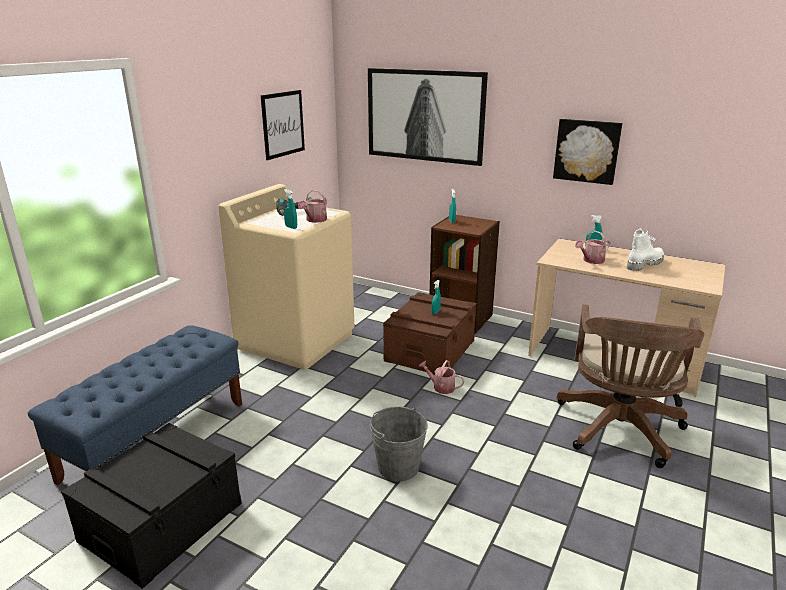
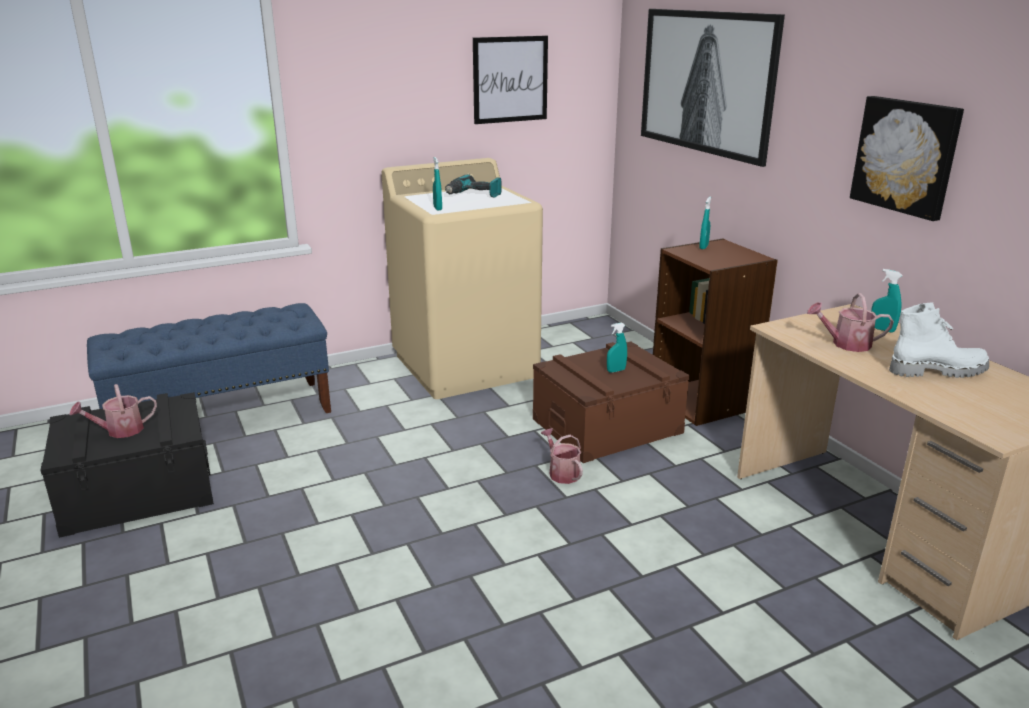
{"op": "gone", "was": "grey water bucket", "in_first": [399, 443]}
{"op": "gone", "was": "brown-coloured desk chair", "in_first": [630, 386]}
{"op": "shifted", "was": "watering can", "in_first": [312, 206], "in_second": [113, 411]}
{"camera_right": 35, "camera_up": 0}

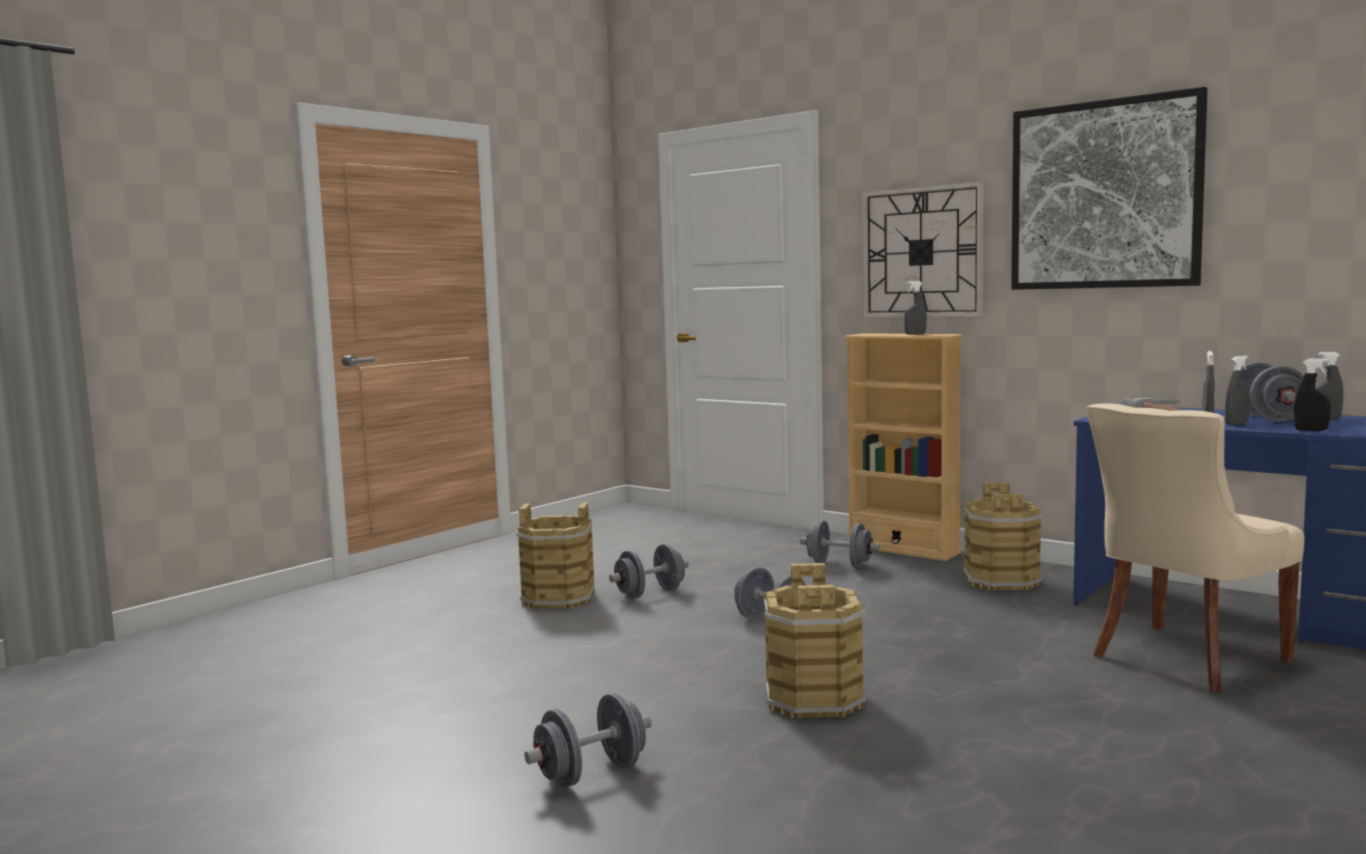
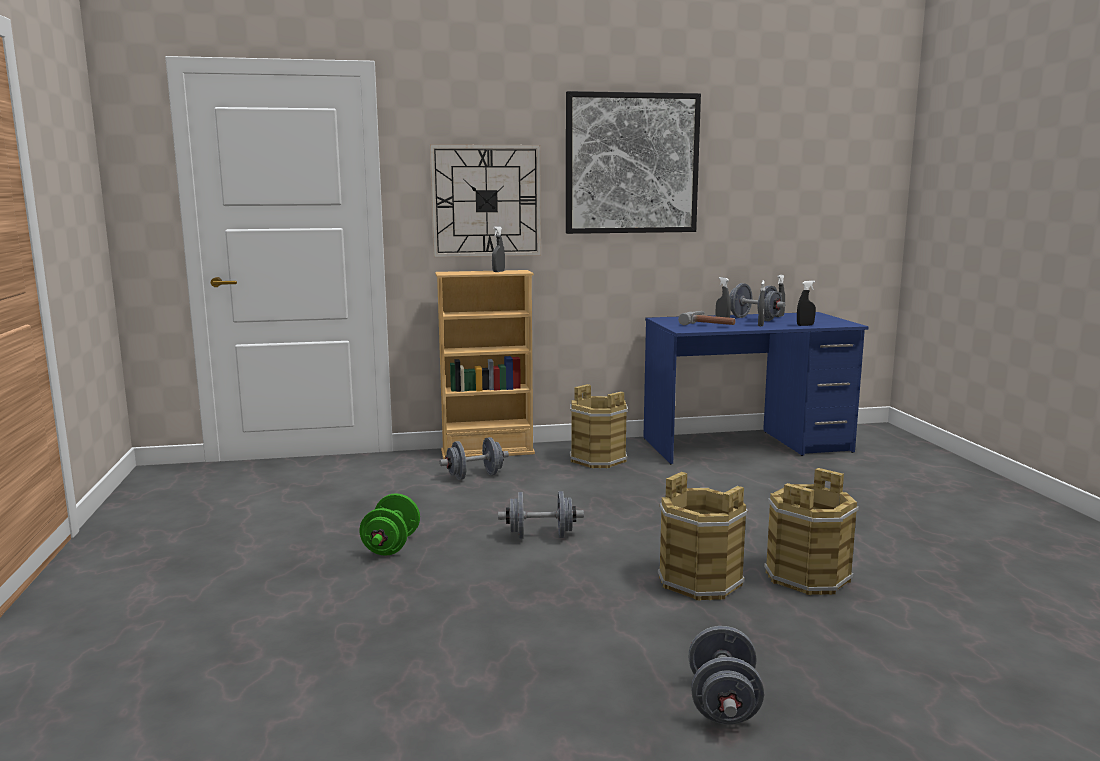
{"op": "gone", "was": "beige-coloured plain chair", "in_first": [1195, 547]}
{"op": "shifted", "was": "brown-coloured water bucket", "in_first": [556, 555], "in_second": [811, 531]}
{"op": "repainted", "was": "grey hand weight", "now": "green-coloured hand weight", "in_first": [649, 571], "in_second": [389, 524]}
{"camera_right": -50, "camera_up": 5}

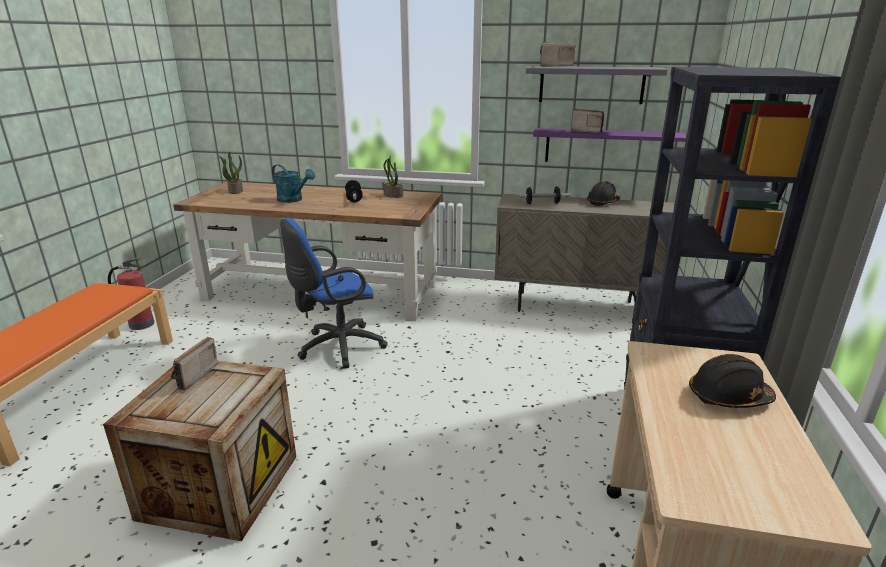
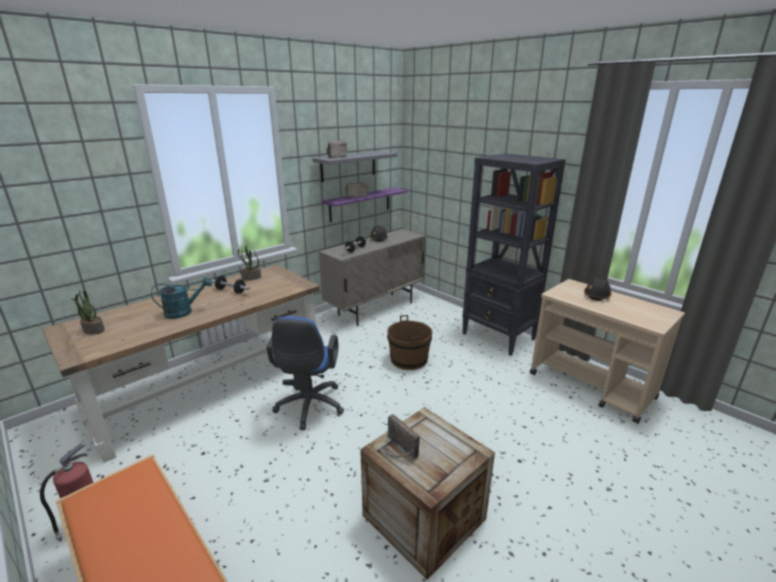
{"op": "new", "now": "brown-coloured water bucket", "in_second": [409, 342]}
{"camera_right": -55, "camera_up": 0}

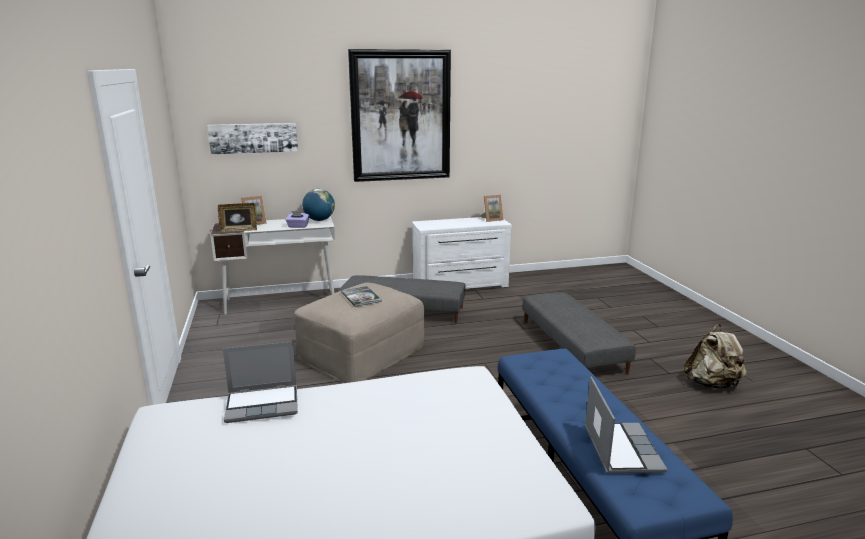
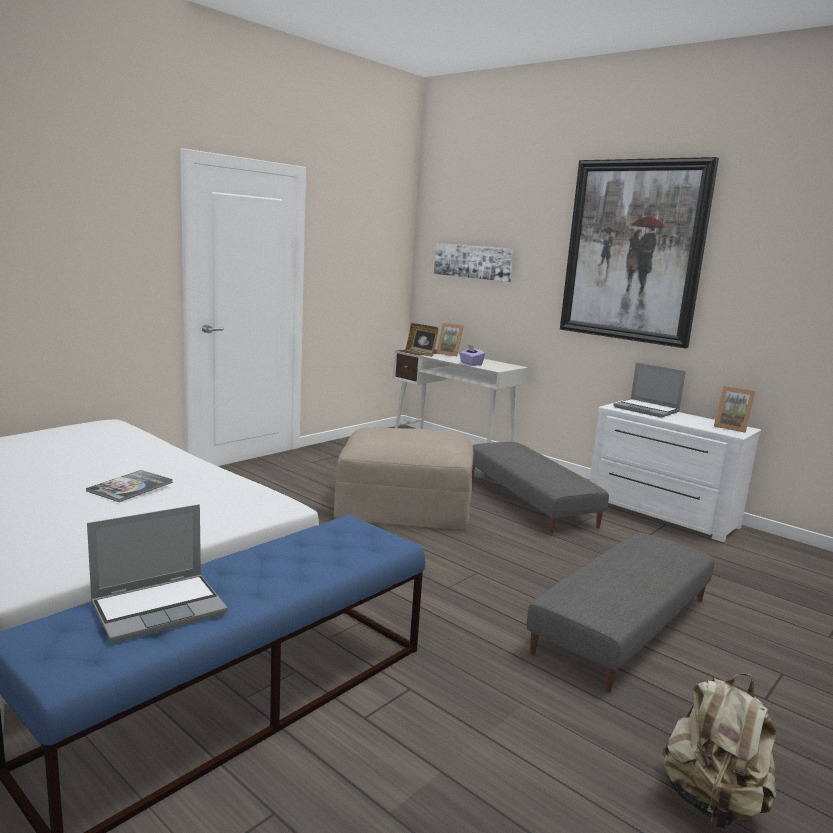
{"op": "gone", "was": "world globe", "in_first": [318, 205]}
{"op": "shifted", "was": "notebook computer", "in_first": [260, 382], "in_second": [649, 390]}
{"op": "shifted", "was": "volume", "in_first": [361, 296], "in_second": [129, 486]}
{"camera_right": 55, "camera_up": -5}

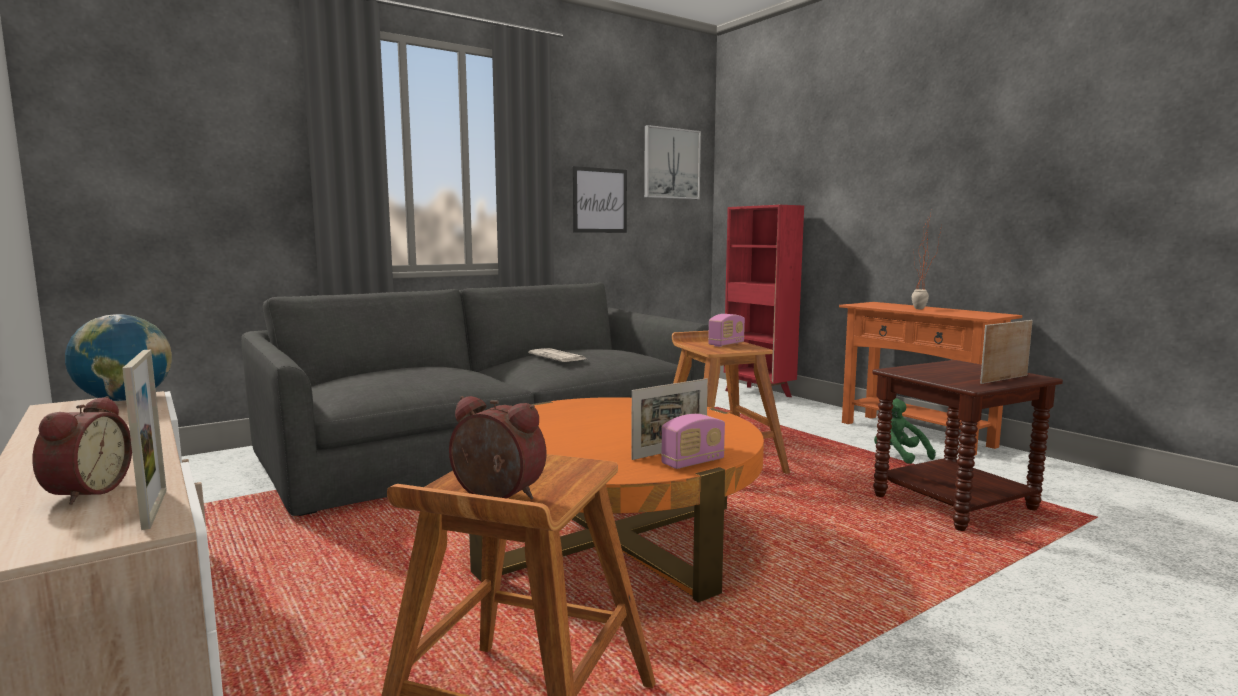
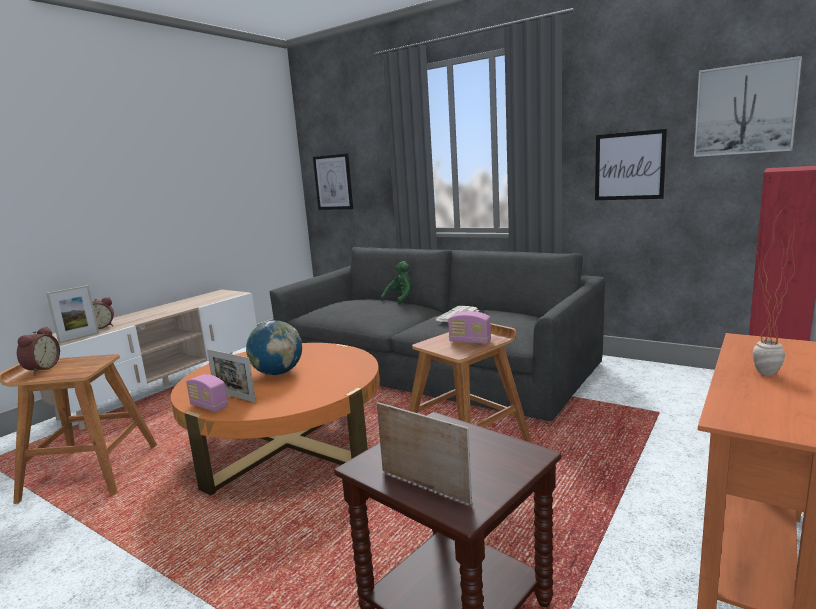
{"op": "new", "now": "picture", "in_second": [333, 181]}
{"op": "shifted", "was": "world globe", "in_first": [118, 357], "in_second": [274, 348]}
{"op": "shifted", "was": "green-coloured plush toy", "in_first": [905, 431], "in_second": [396, 283]}
{"camera_right": 70, "camera_up": 5}

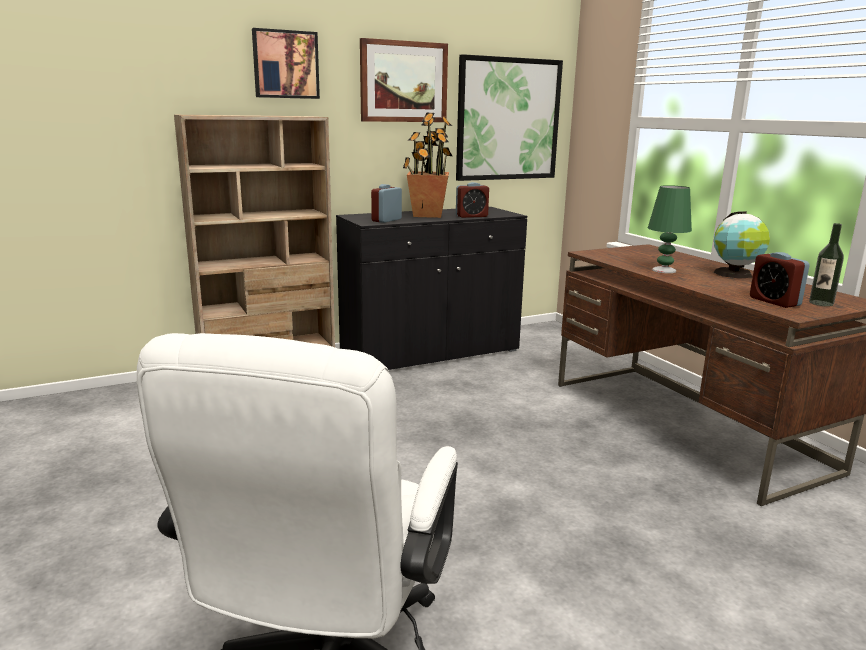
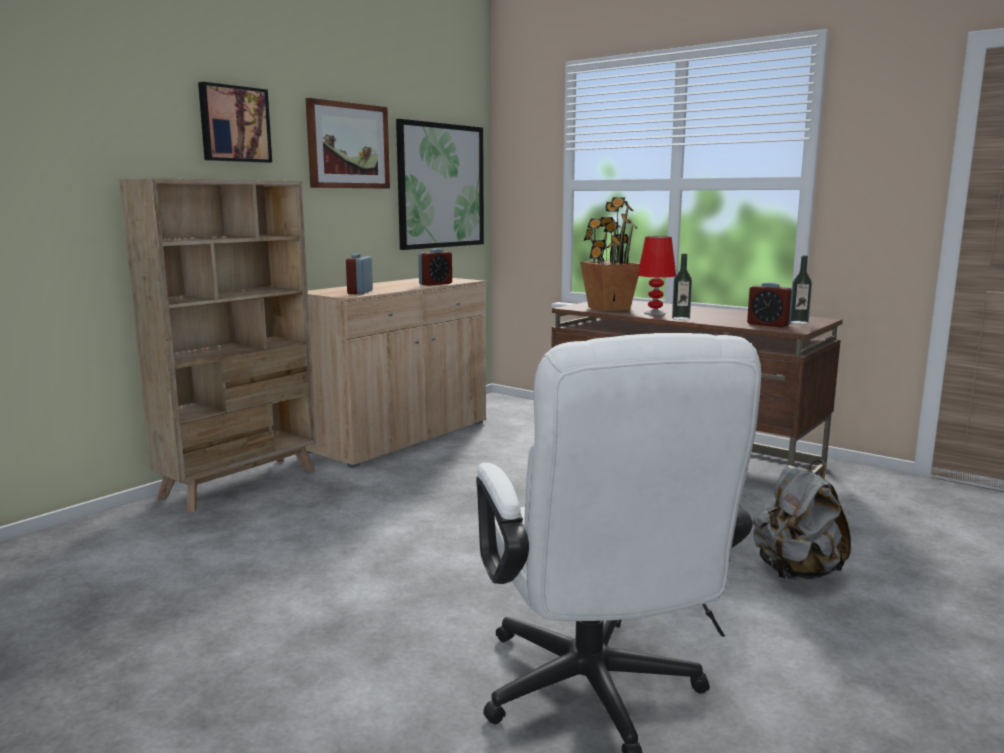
{"op": "gone", "was": "world globe", "in_first": [741, 245]}
{"op": "new", "now": "bottle", "in_second": [682, 287]}
{"op": "new", "now": "grey backpack", "in_second": [802, 520]}
{"op": "shifted", "was": "potted plant", "in_first": [427, 165], "in_second": [610, 254]}
{"op": "repainted", "was": "black cupboard", "now": "beige-coloured cupboard", "in_first": [431, 288], "in_second": [395, 373]}
{"op": "repainted", "was": "green-coloured table lamp", "now": "reddish table lamp", "in_first": [670, 229], "in_second": [657, 275]}
{"camera_right": -25, "camera_up": -5}

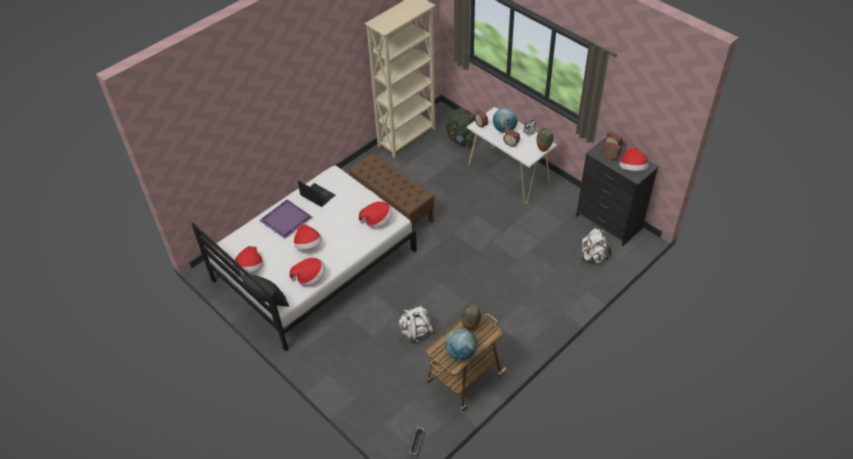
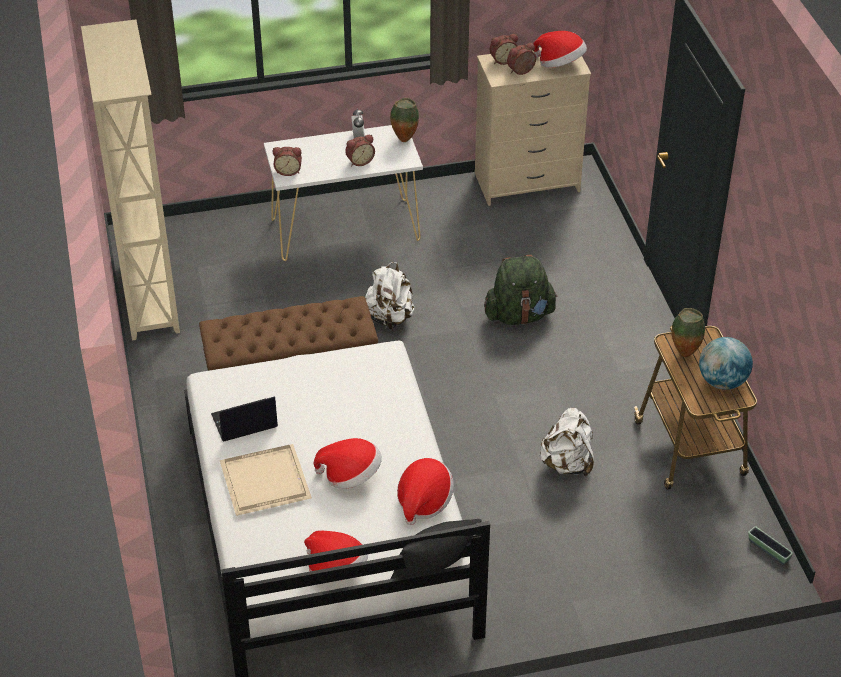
{"op": "gone", "was": "wearable hat", "in_first": [376, 214]}
{"op": "gone", "was": "world globe", "in_first": [505, 120]}
{"op": "shifted", "was": "green-coloured backpack", "in_first": [461, 127], "in_second": [521, 290]}
{"op": "shifted", "was": "whitish backpack", "in_first": [596, 246], "in_second": [390, 295]}
{"op": "repainted", "was": "purple carrying tray", "now": "beige-coloured carrying tray", "in_first": [285, 219], "in_second": [266, 480]}
{"op": "repainted", "was": "black chest of drawers", "now": "beige-coloured chest of drawers", "in_first": [617, 191], "in_second": [533, 126]}
{"camera_right": -60, "camera_up": -5}

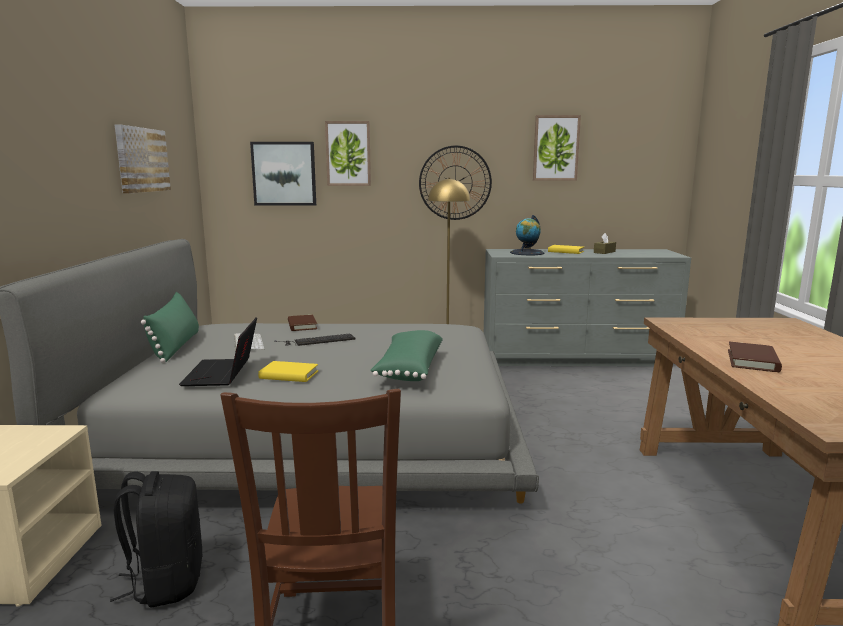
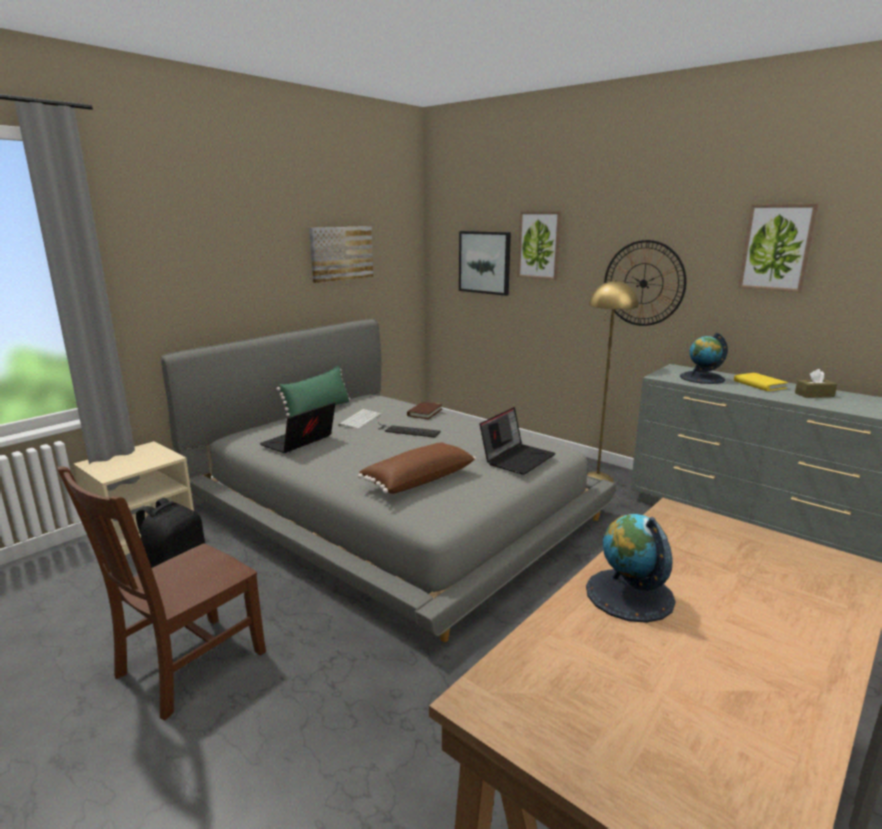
{"op": "gone", "was": "yellow volume", "in_first": [288, 371]}
{"op": "new", "now": "notebook computer", "in_second": [518, 441]}
{"op": "swapped", "was": "brown-coloured volume", "now": "world globe", "in_first": [755, 357], "in_second": [631, 568]}
{"op": "repainted", "was": "green-coloured cushion", "now": "brown-coloured cushion", "in_first": [406, 355], "in_second": [417, 468]}
{"camera_right": 40, "camera_up": 5}

